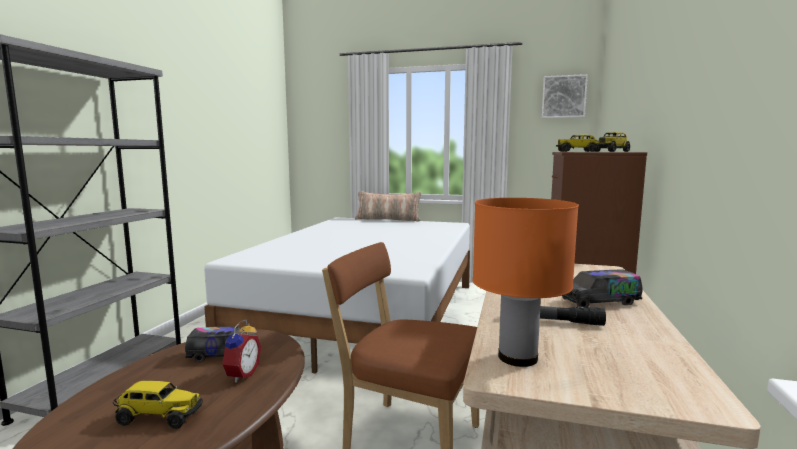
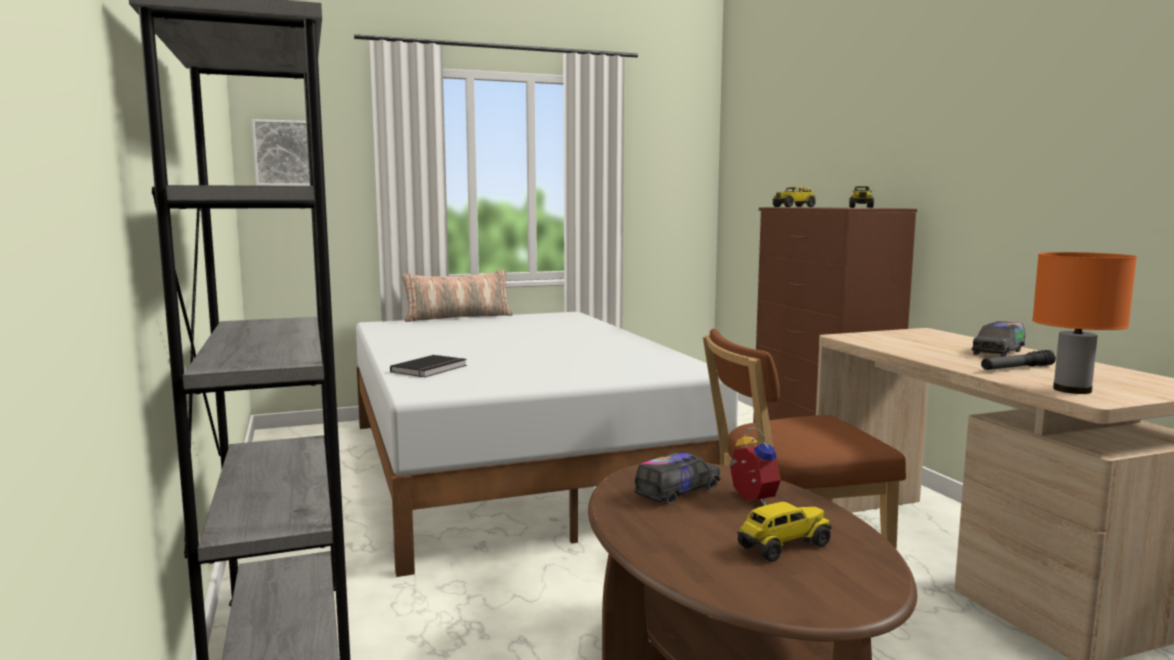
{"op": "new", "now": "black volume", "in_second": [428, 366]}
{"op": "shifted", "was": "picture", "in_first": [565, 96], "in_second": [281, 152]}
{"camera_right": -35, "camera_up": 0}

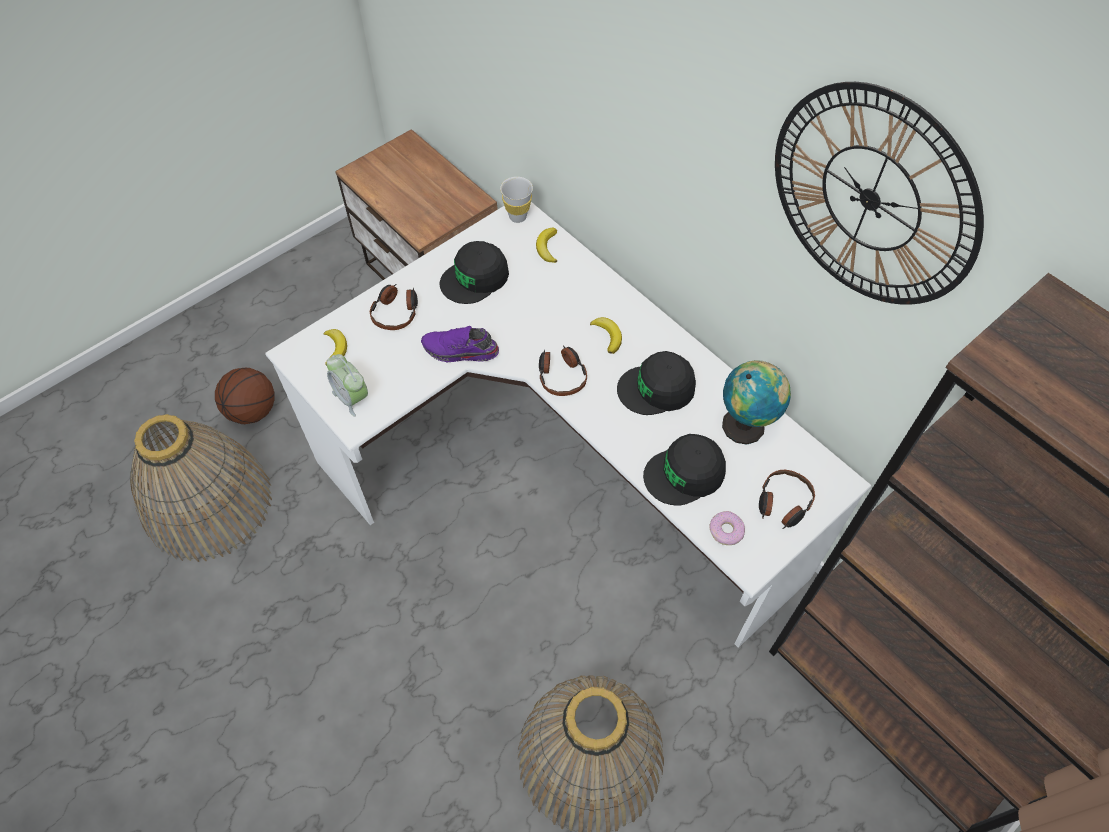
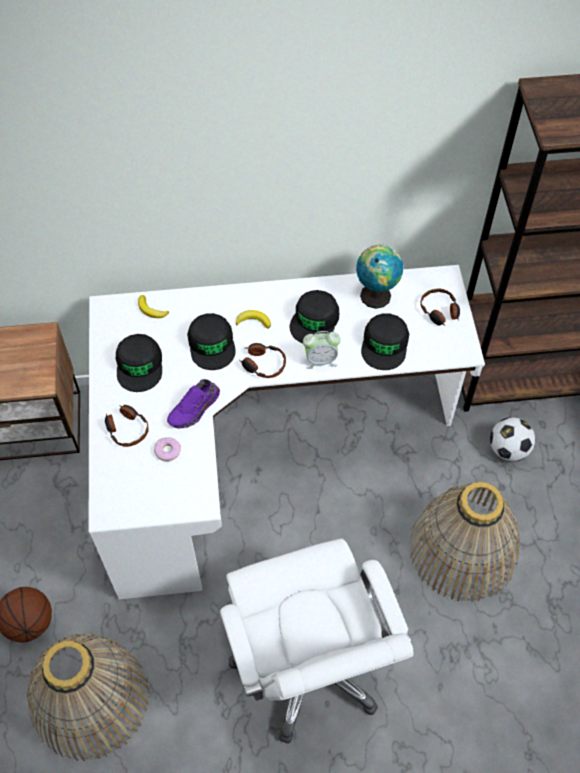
{"op": "gone", "was": "banana", "in_first": [335, 347]}
{"op": "gone", "was": "whitish drinking cup", "in_first": [516, 200]}
{"op": "gone", "was": "hanging clock", "in_first": [879, 193]}
{"op": "new", "now": "black cap", "in_second": [211, 341]}
{"op": "new", "now": "whitish desk chair", "in_second": [317, 641]}
{"op": "new", "now": "football ball", "in_second": [512, 439]}
{"op": "shifted", "was": "table clock", "in_first": [347, 385], "in_second": [322, 350]}
{"op": "shifted", "was": "ring doughnut", "in_first": [727, 528], "in_second": [167, 449]}
{"camera_right": -55, "camera_up": 0}

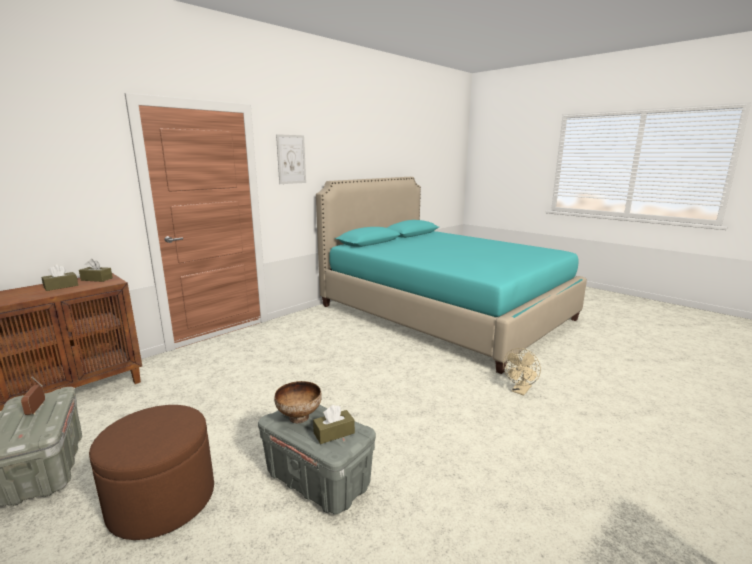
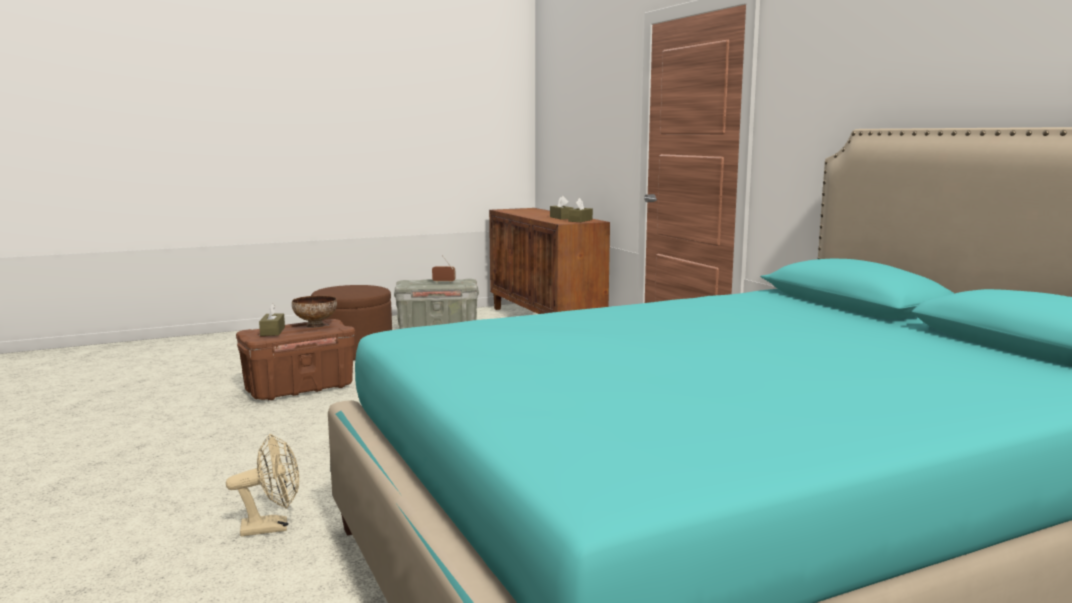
{"op": "gone", "was": "picture", "in_first": [291, 159]}
{"op": "repainted", "was": "grey storage container", "now": "brown-coloured storage container", "in_first": [317, 459], "in_second": [295, 359]}
{"op": "rotated", "was": "beige-coloured cooling fan", "in_first": [522, 372], "in_second": [262, 484], "clockwise": 105}
{"camera_right": 110, "camera_up": -5}

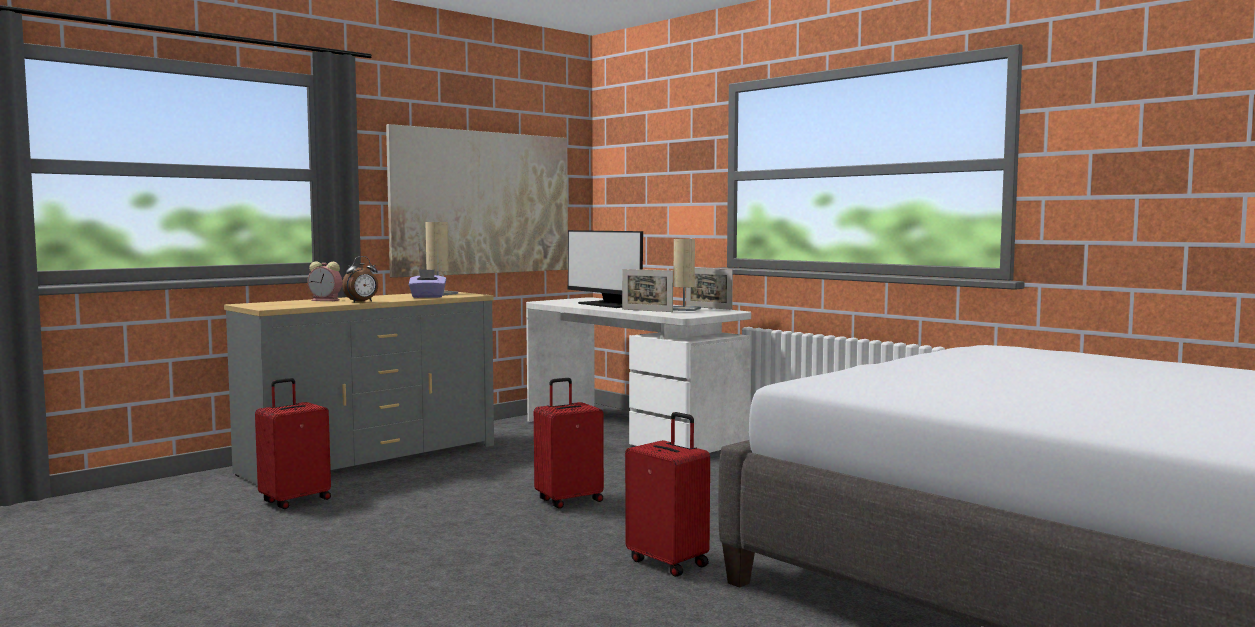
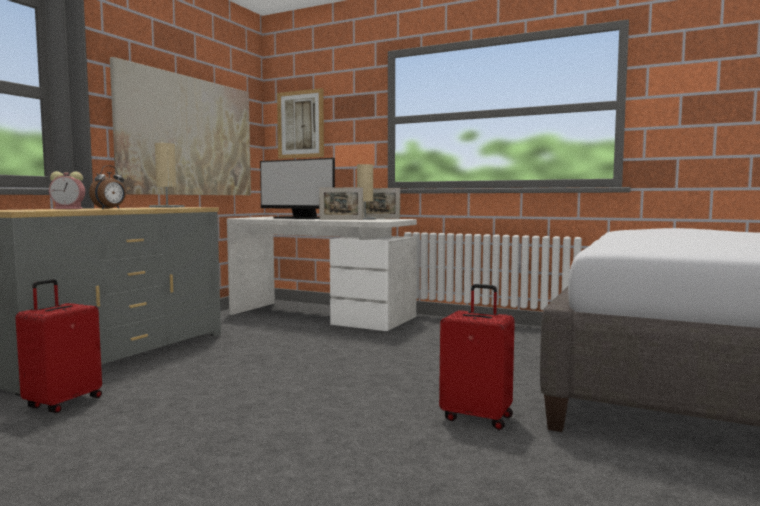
{"op": "gone", "was": "purple tissue box", "in_first": [427, 283]}
{"op": "gone", "was": "reddish travel case", "in_first": [569, 443]}
{"op": "new", "now": "picture", "in_second": [300, 123]}
{"camera_right": -20, "camera_up": 0}

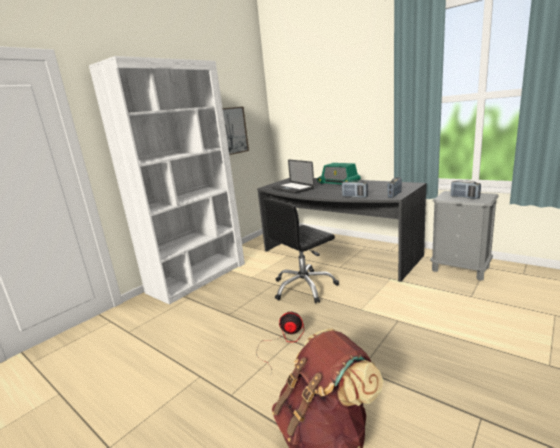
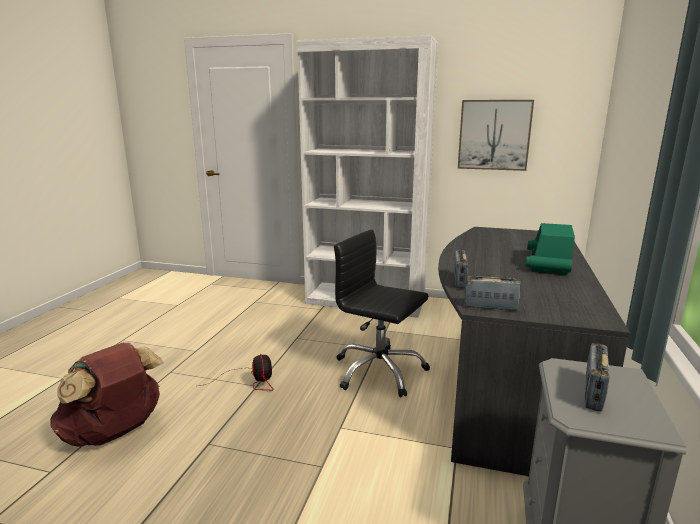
{"op": "gone", "was": "notebook computer", "in_first": [293, 176]}
{"camera_right": 65, "camera_up": 0}

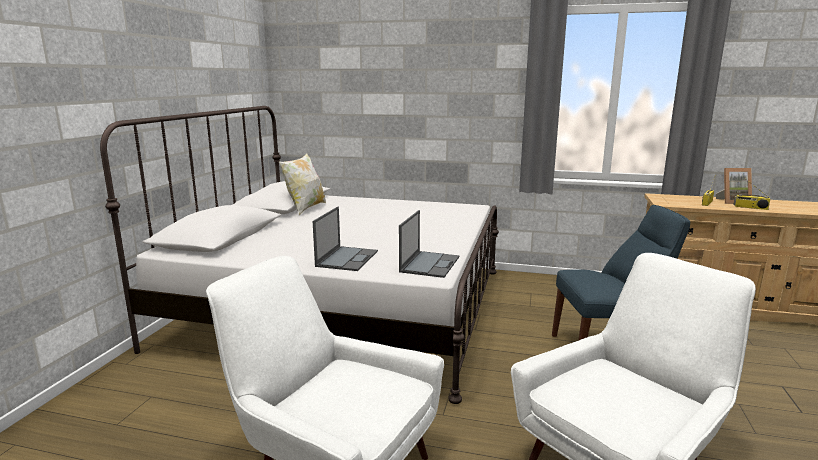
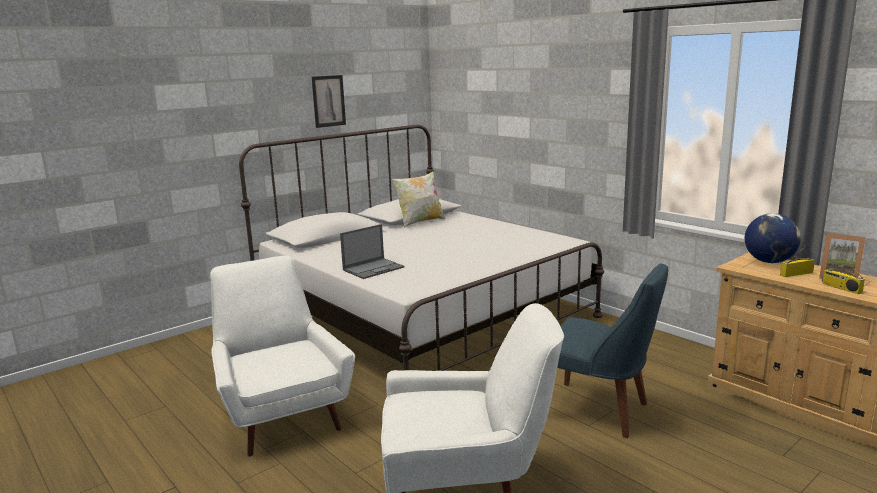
{"op": "gone", "was": "notebook computer", "in_first": [429, 244]}
{"op": "new", "now": "picture", "in_second": [329, 101]}
{"op": "new", "now": "world globe", "in_second": [773, 238]}
{"camera_right": 35, "camera_up": 0}

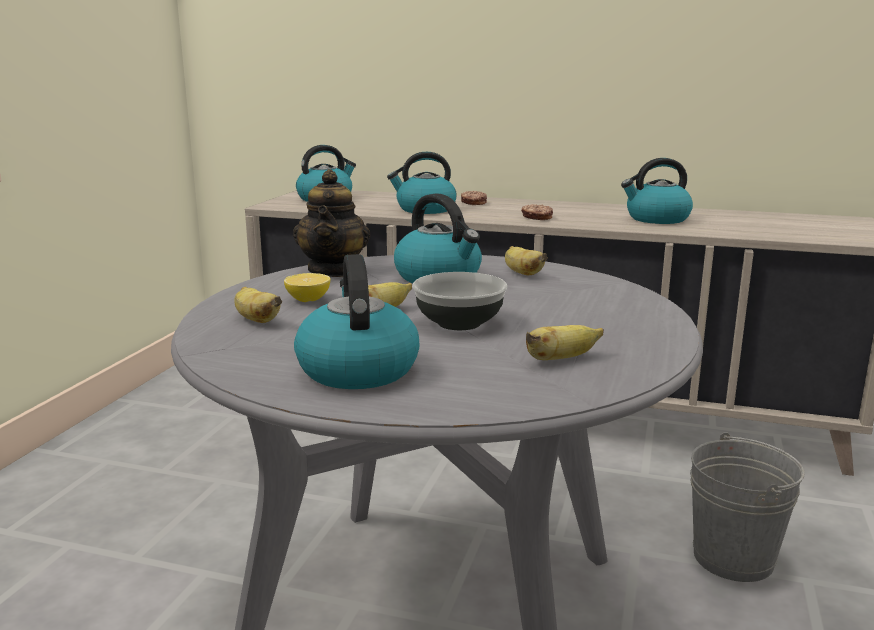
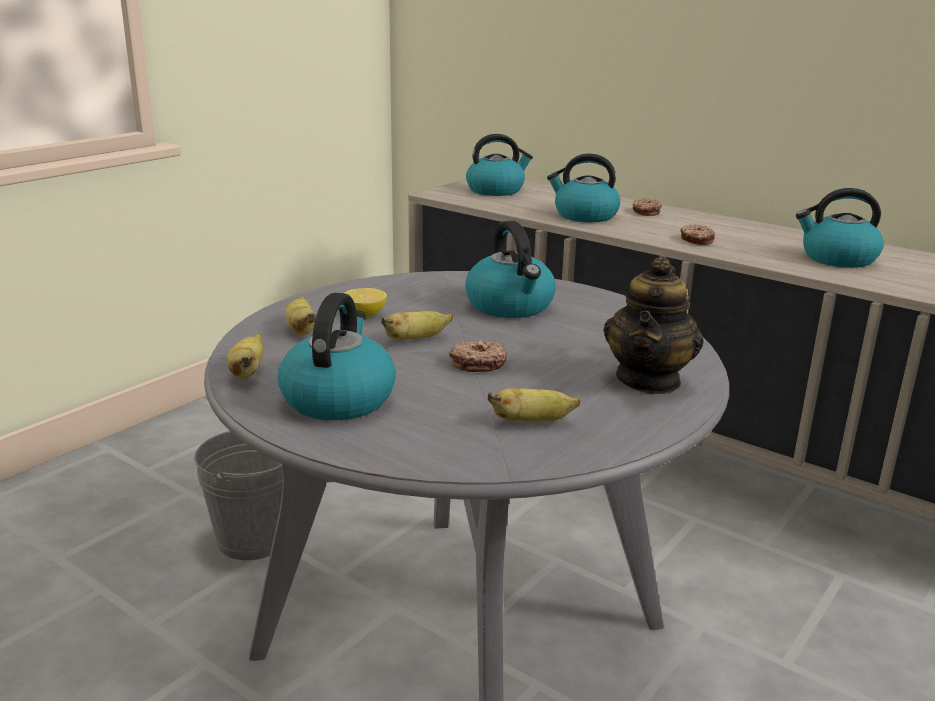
{"op": "shifted", "was": "pot for tea", "in_first": [331, 223], "in_second": [653, 325]}
{"op": "shifted", "was": "banana", "in_first": [526, 260], "in_second": [245, 356]}
{"op": "shifted", "was": "grey water bucket", "in_first": [747, 507], "in_second": [238, 495]}
{"op": "swapped", "was": "deep dish", "now": "ring doughnut", "in_first": [459, 301], "in_second": [478, 355]}
{"camera_right": 20, "camera_up": 5}

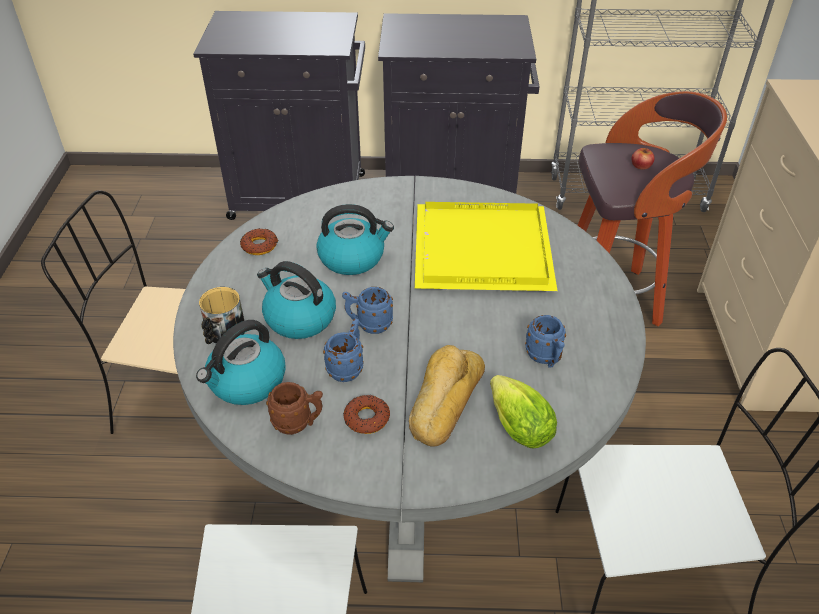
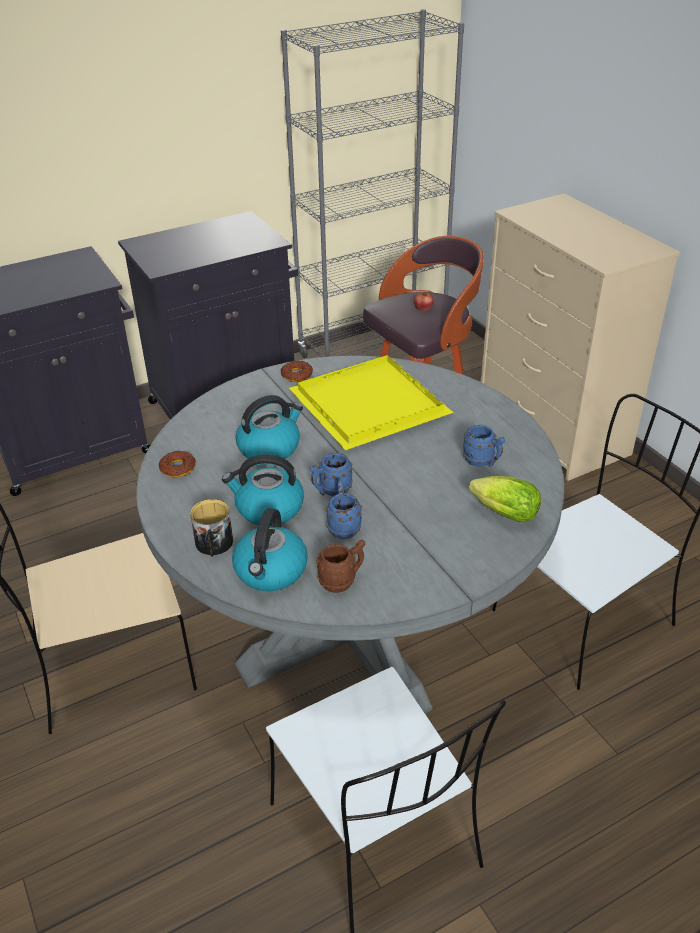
{"op": "gone", "was": "baked bread", "in_first": [447, 395]}
{"op": "shifted", "was": "ring doughnut", "in_first": [366, 414], "in_second": [297, 371]}
{"camera_right": -30, "camera_up": -5}

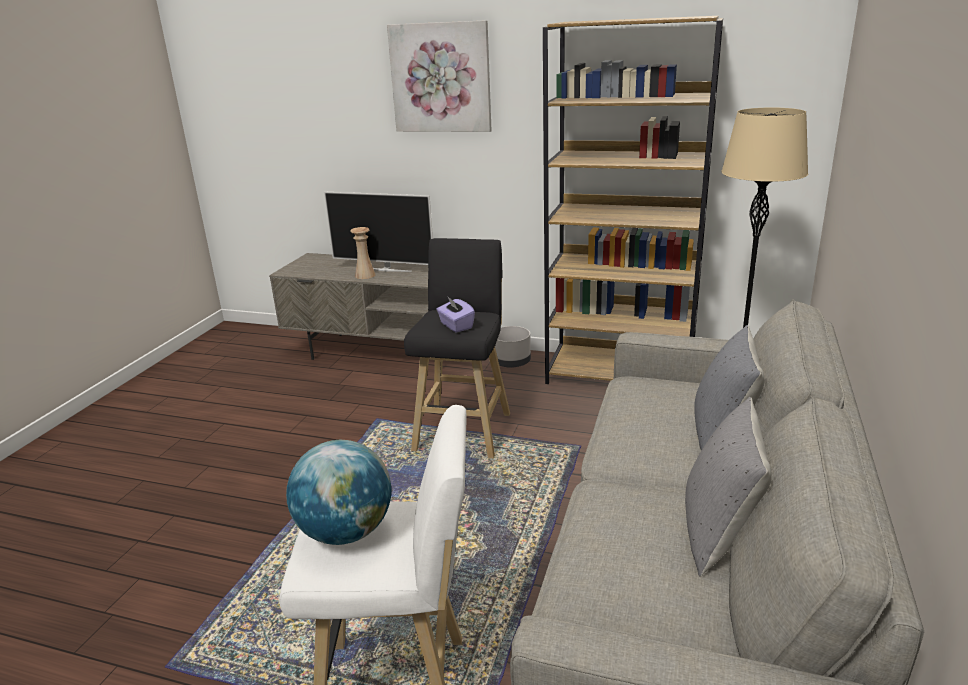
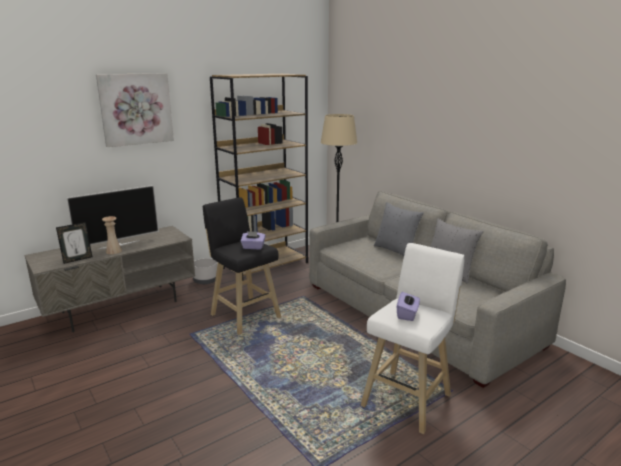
{"op": "new", "now": "photo frame", "in_second": [74, 243]}
{"op": "swapped", "was": "world globe", "now": "purple tissue box", "in_first": [338, 492], "in_second": [408, 306]}
{"camera_right": -55, "camera_up": -5}

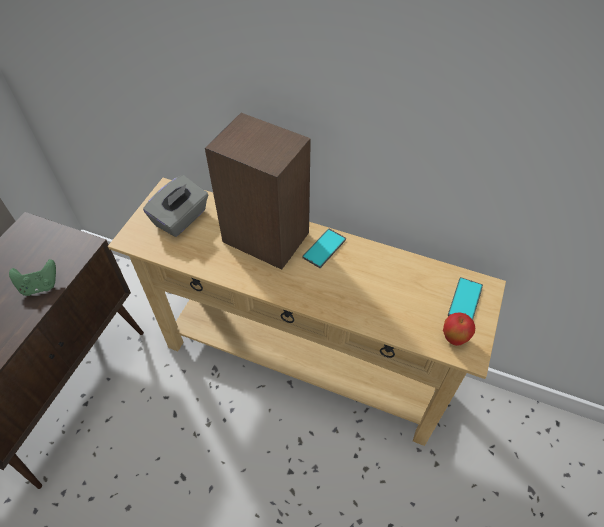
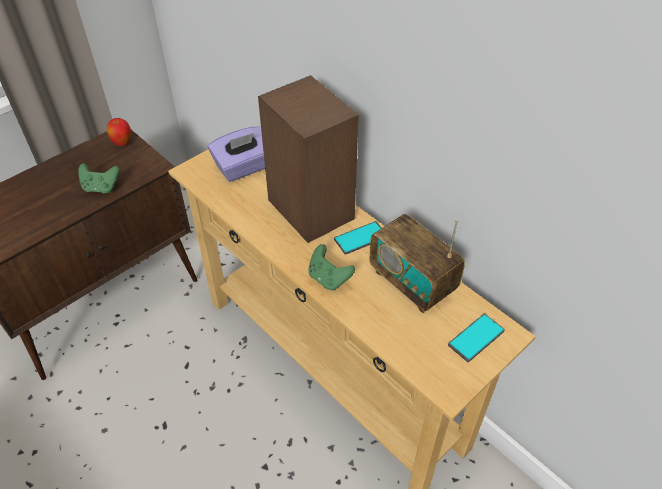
{"op": "new", "now": "green-coloured gamepad", "in_second": [331, 267]}
{"op": "new", "now": "radio receiver", "in_second": [417, 263]}
{"op": "shifted", "was": "apple", "in_first": [459, 329], "in_second": [118, 132]}
{"op": "repainted", "was": "grey tissue box", "now": "purple tissue box", "in_first": [175, 206], "in_second": [236, 154]}
{"camera_right": 25, "camera_up": -5}

